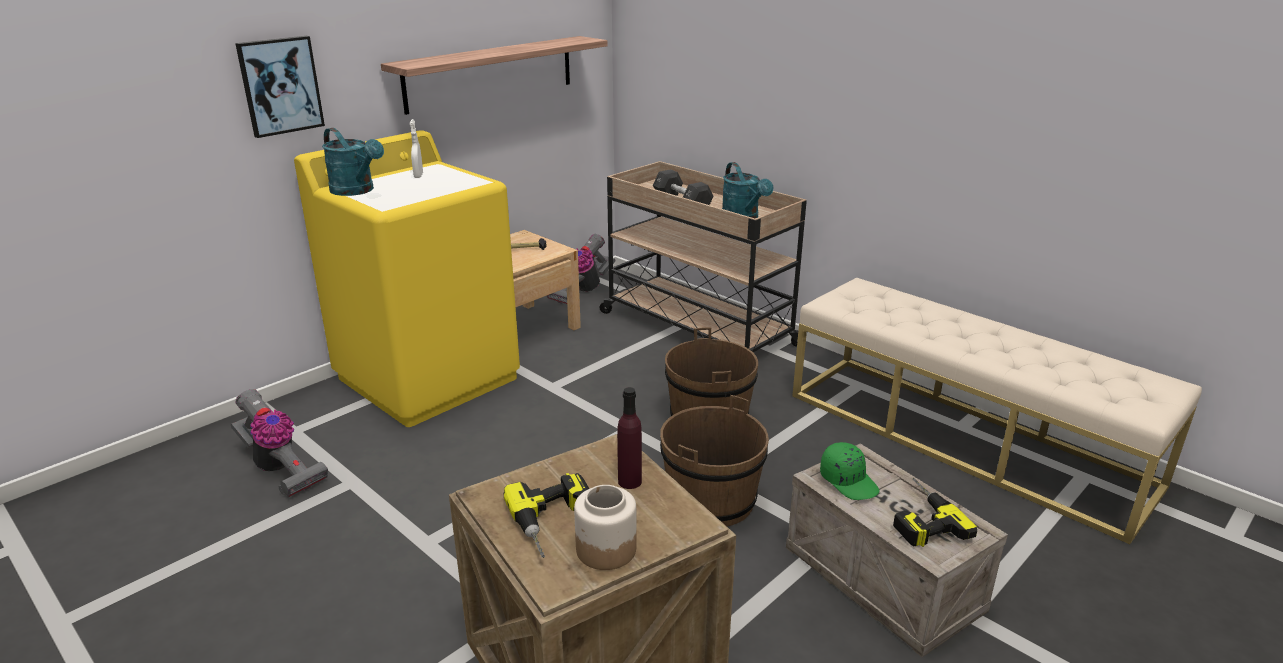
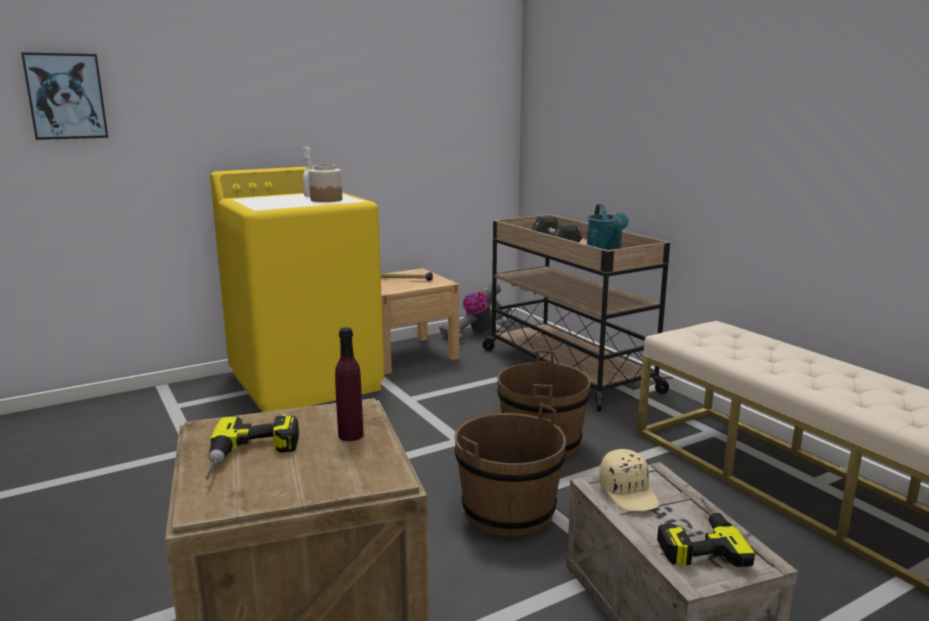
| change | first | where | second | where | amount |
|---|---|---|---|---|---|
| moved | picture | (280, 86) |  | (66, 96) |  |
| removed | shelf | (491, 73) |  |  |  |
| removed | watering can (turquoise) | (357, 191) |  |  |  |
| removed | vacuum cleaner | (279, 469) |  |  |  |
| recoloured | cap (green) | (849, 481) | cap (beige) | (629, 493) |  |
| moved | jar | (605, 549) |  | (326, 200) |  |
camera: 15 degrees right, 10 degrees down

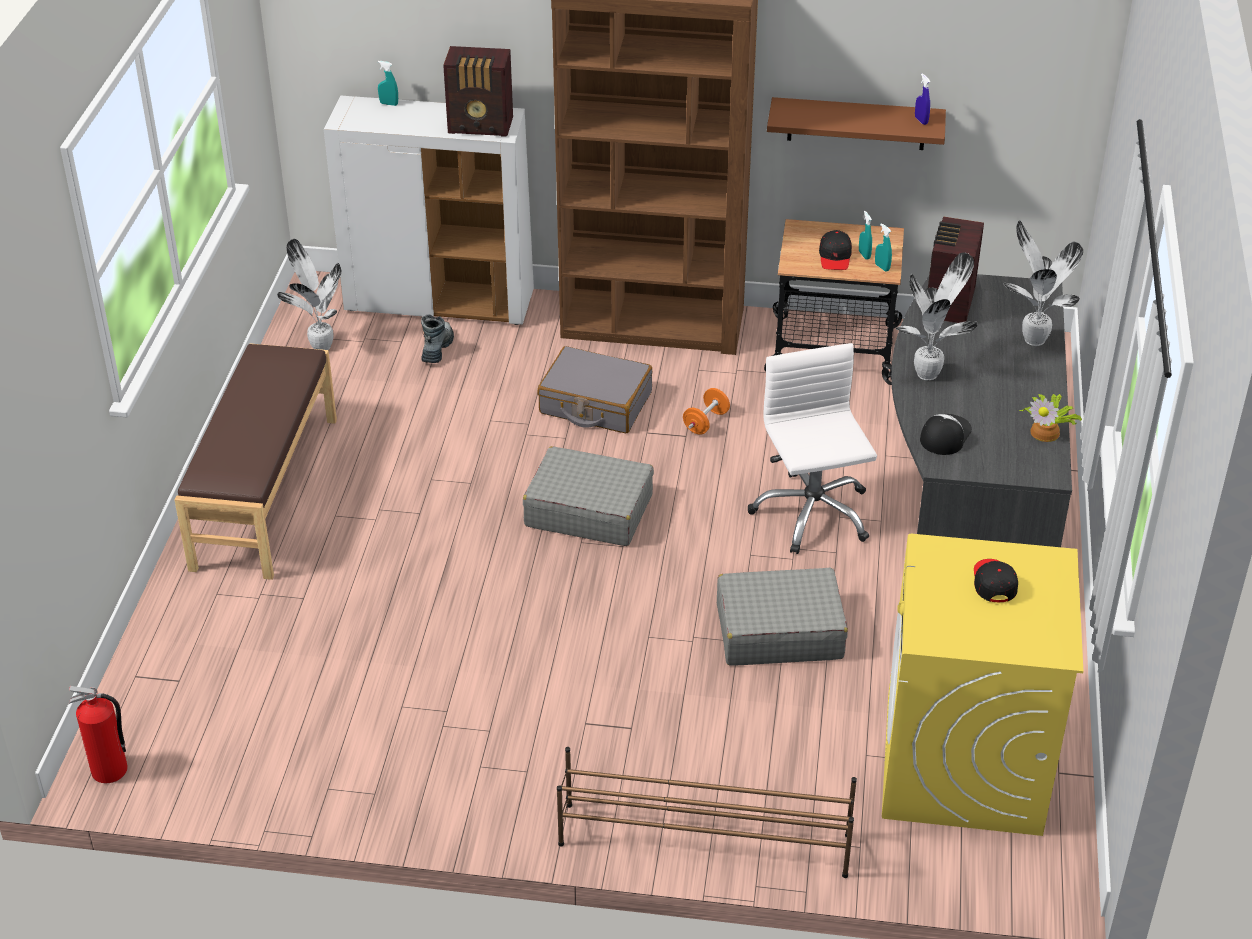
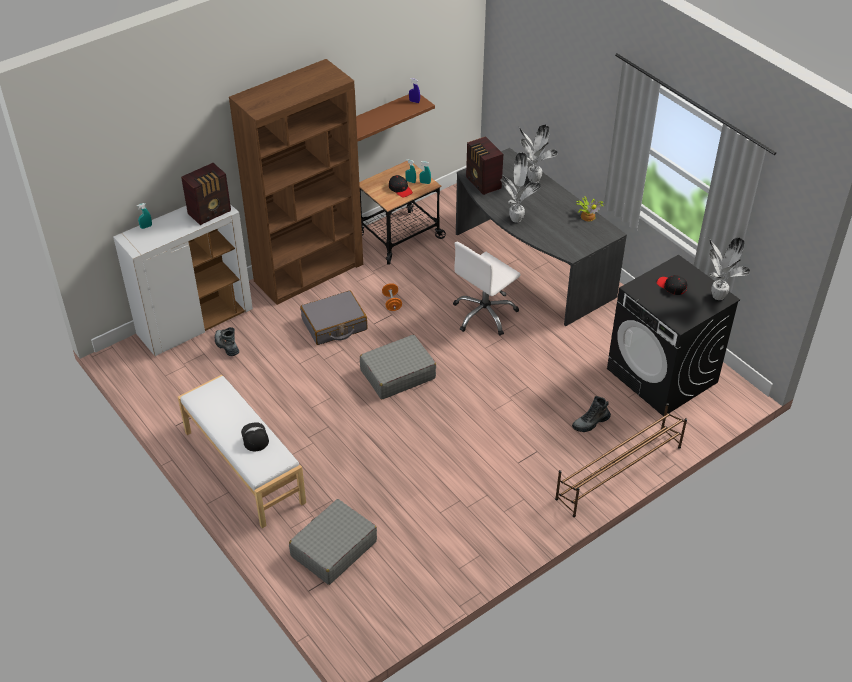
| change | first | where | second | where | amount |
|---|---|---|---|---|---|
| moved | potted plant | (320, 346) |  | (716, 296) |  |
| recoloured | bench (brown) | (264, 492) | bench (white) | (243, 467) |  |
| turned | office chair (white) | (811, 513) |  | (484, 314) | 75 degrees counterclockwise |
| moved | cap | (944, 435) |  | (254, 437) |  |
| recoloured | washing machine (yellow) | (963, 765) | washing machine (black) | (662, 376) |  |
| moved | suitcase (grey) | (778, 631) |  | (333, 549) |  |
| removed | fire extinguisher | (110, 771) |  |  |  |
| added |  |  | boot | (591, 423) |  |
camera: 45 degrees left, 5 degrees up

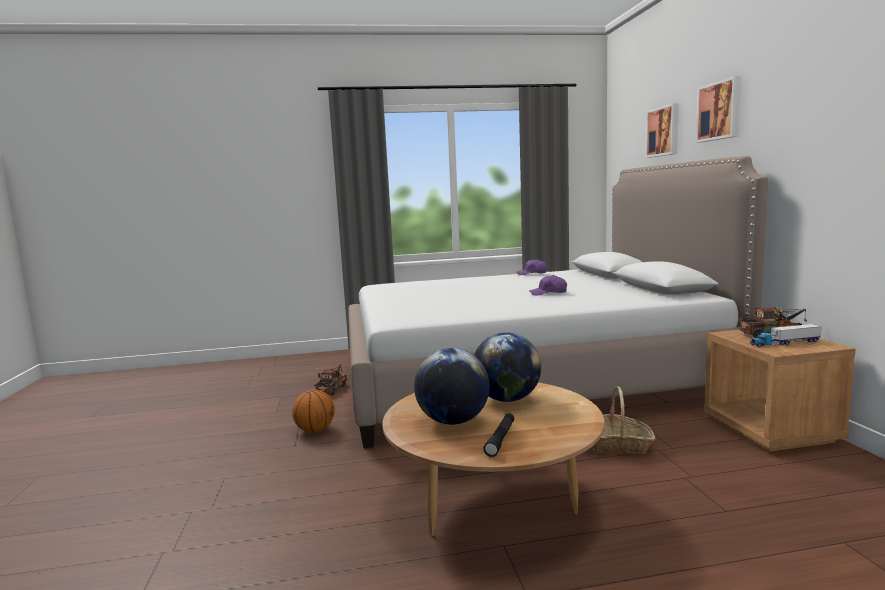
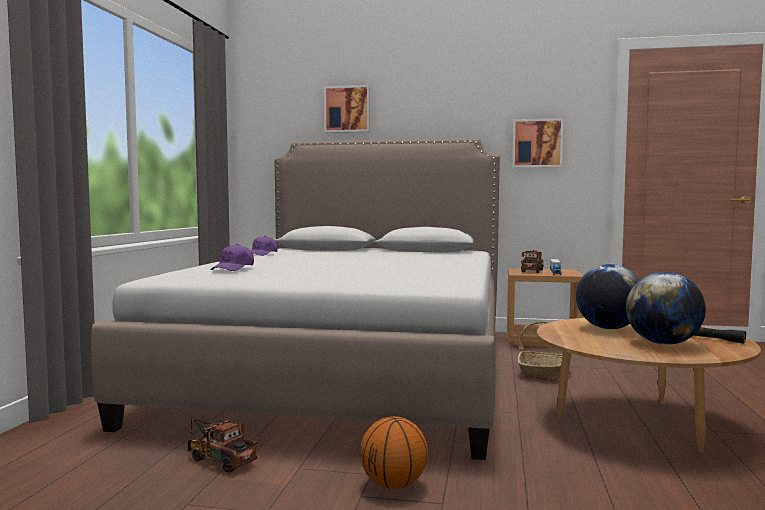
| change | first | where | second | where | amount |
|---|---|---|---|---|---|
| moved | picture | (720, 111) |  | (537, 143) |  |
| moved | cap (purple) | (548, 293) |  | (233, 268) |  |
camera: 70 degrees left, 5 degrees down

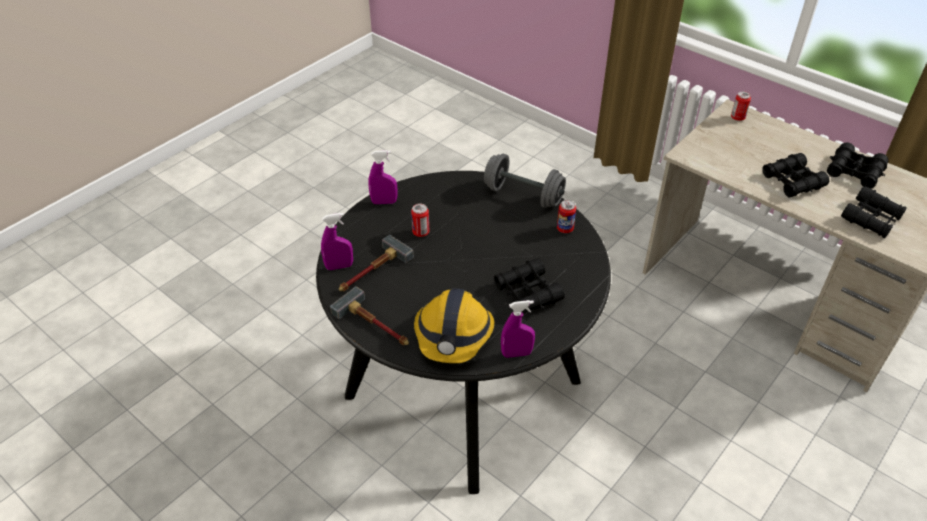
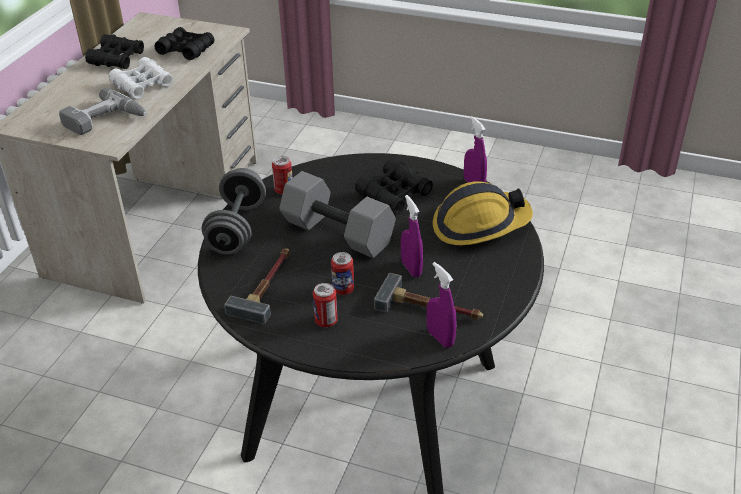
| change | first | where | second | where | amount |
|---|---|---|---|---|---|
| moved | can | (737, 118) |  | (326, 321) |  |
| moved | spray bottle (purple) | (384, 202) |  | (411, 268) |  |
| recoloured | binoculars (black) | (792, 181) | binoculars (white) | (142, 85) |  |
| moved | hammer | (375, 325) |  | (267, 286) |  |
| added |  |  | power drill | (106, 121) |  |
| added |  |  | dumbbell (grey) | (339, 232) |  |
camera: 110 degrees left, 5 degrees down

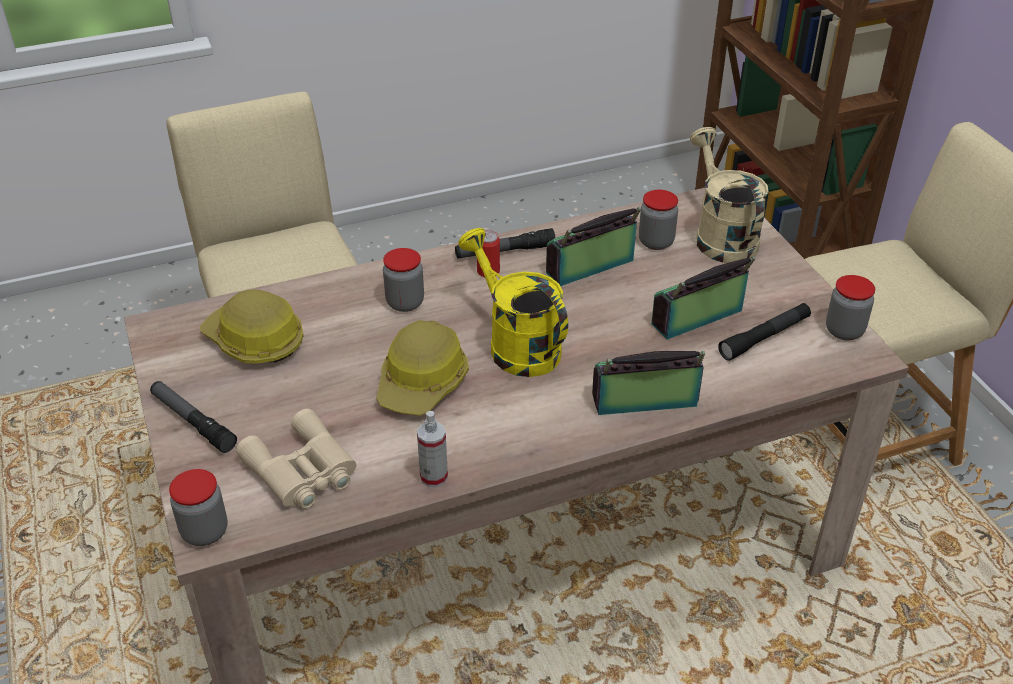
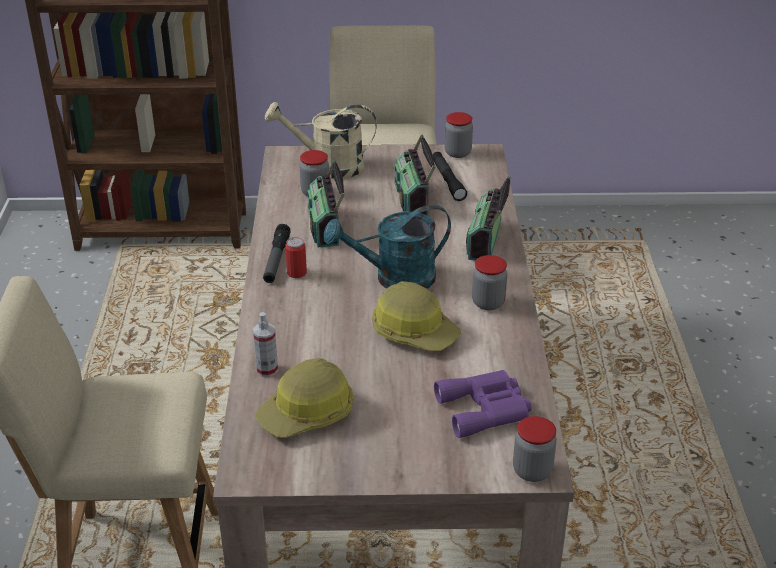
| change | first | where | second | where | amount |
|---|---|---|---|---|---|
| recoloured | watering can (yellow) | (516, 344) | watering can (turquoise) | (394, 279) |  |
| moved | jar | (405, 302) |  | (488, 303) |  |
| removed | flashlight | (193, 422) |  |  |  |
| recoloured | binoculars (beige) | (302, 471) | binoculars (purple) | (486, 409) |  |
| moved | spray bottle | (433, 477) |  | (267, 369) |  |
camera: 70 degrees left, 5 degrees down

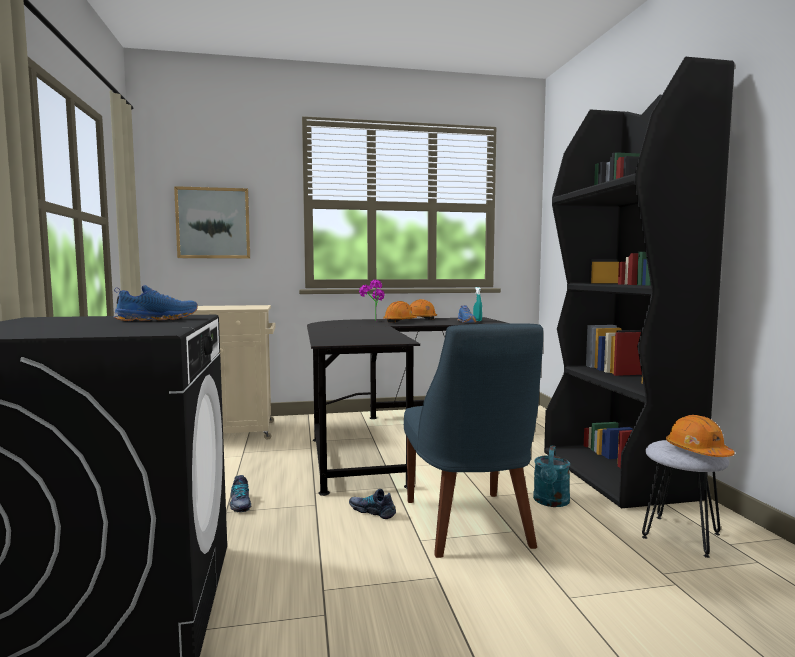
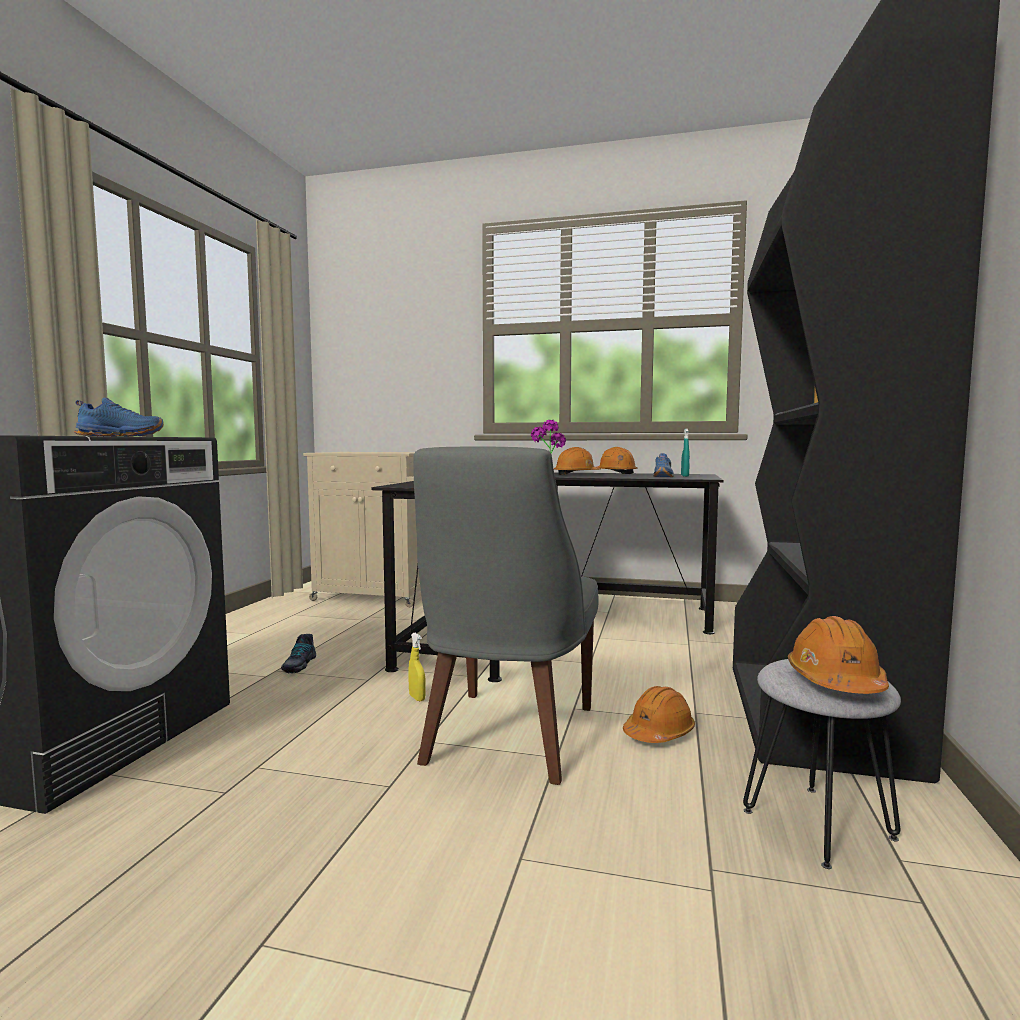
| change | first | where | second | where | amount |
|---|---|---|---|---|---|
| removed | picture | (213, 223) |  |  |  |
| recoloured | chair (blue) | (469, 526) | chair (grey) | (507, 738) |  |
| replaced | watering can (turquoise) | (551, 502) | hard hat (orange) | (658, 733) |  |
| replaced | shoe | (372, 511) | spray bottle (yellow) | (417, 698) |  |
camera: 25 degrees right, 0 degrees up

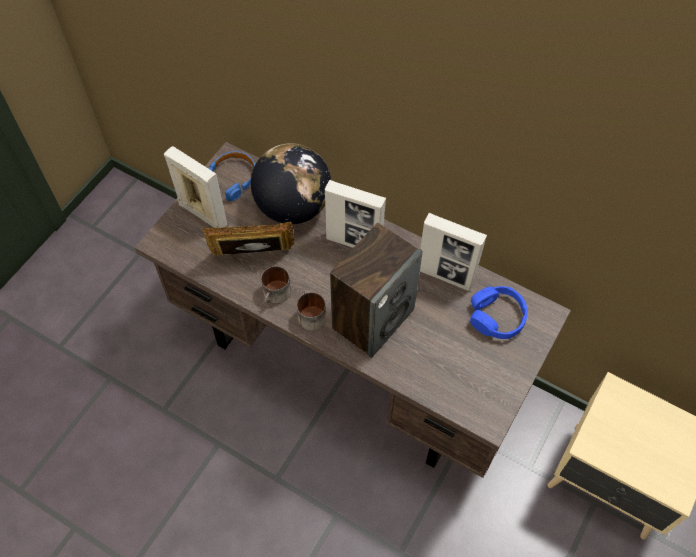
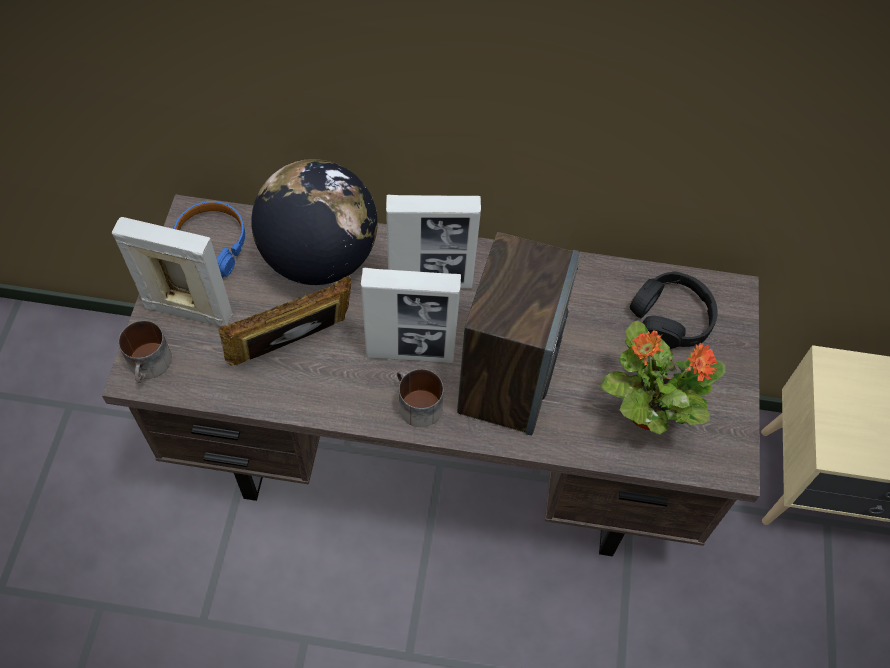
| change | first | where | second | where | amount |
|---|---|---|---|---|---|
| moved | picture frame | (445, 276) |  | (410, 352) |  |
| moved | mug | (276, 295) |  | (150, 365) |  |
| recoloured | headphones (blue) | (497, 317) | headphones (black) | (671, 318) |  |
| added |  |  | potted plant | (646, 412) |  |
camera: 25 degrees left, 0 degrees up

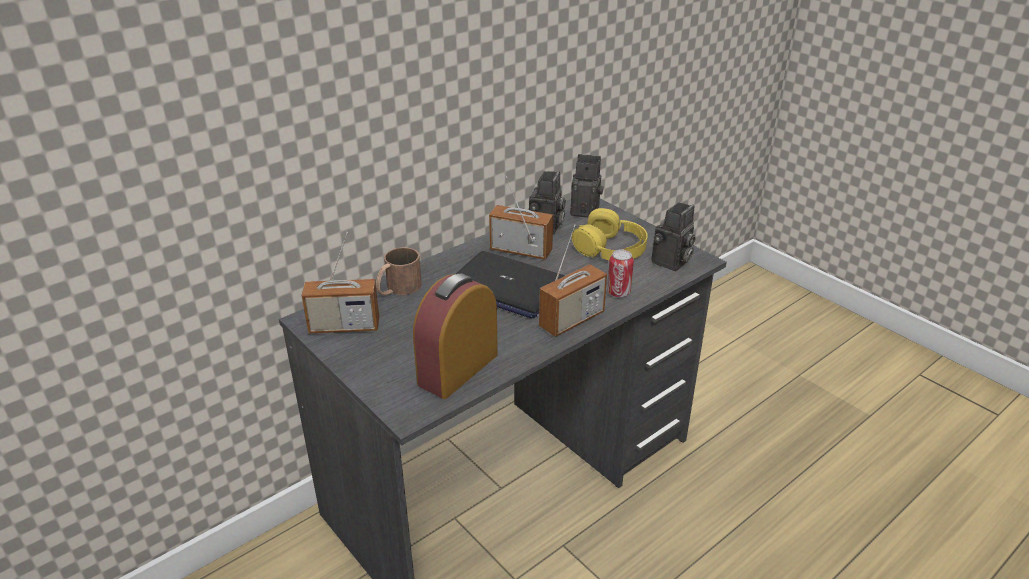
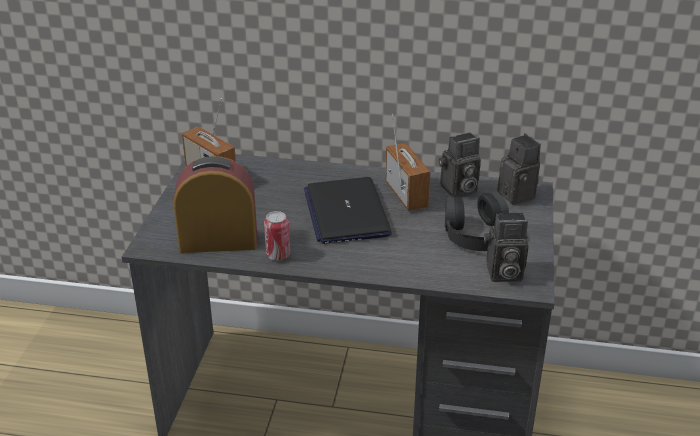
| change | first | where | second | where | amount |
|---|---|---|---|---|---|
| recoloured | headphones (yellow) | (611, 247) | headphones (black) | (477, 233) |  |
| removed | radio | (572, 320) |  |  |  |
| removed | mug (brown) | (397, 289) |  |  |  |
| moved | can | (618, 292) |  | (278, 255) |  |
camera: 50 degrees right, 0 degrees up

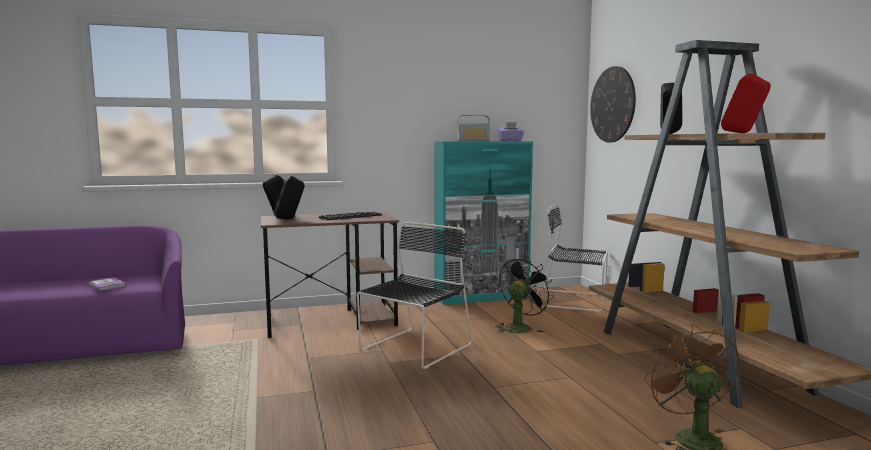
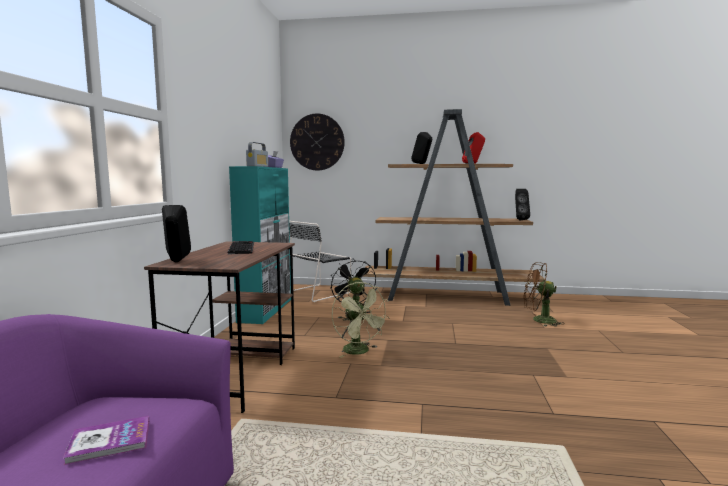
| change | first | where | second | where | amount |
|---|---|---|---|---|---|
| moved | speaker (black) | (289, 219) |  | (519, 220) |  |
| replaced | chair (black) | (414, 349) | fan (green) | (360, 352) |  |
camera: 65 degrees left, 0 degrees up

